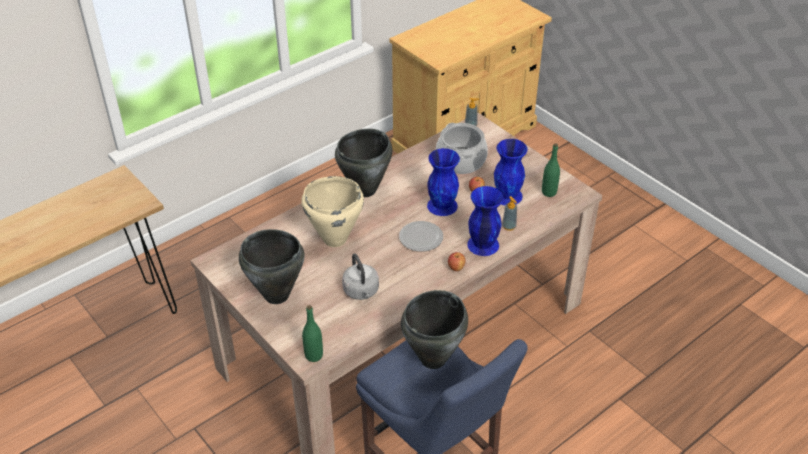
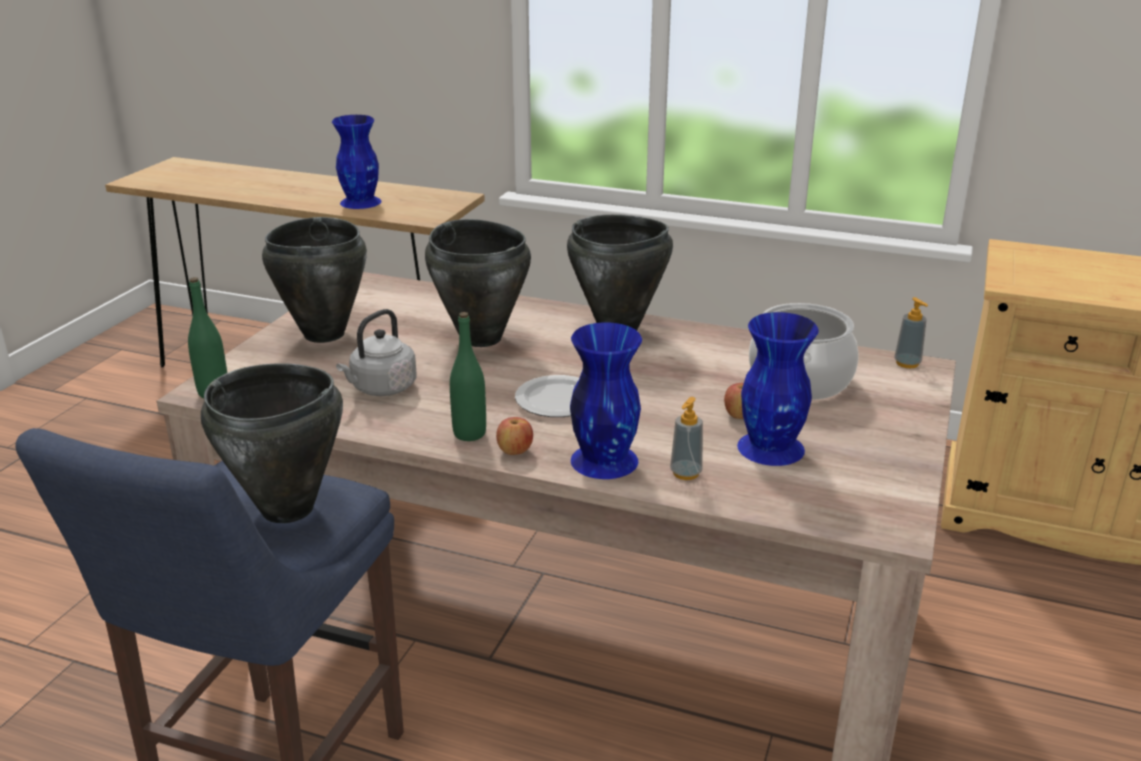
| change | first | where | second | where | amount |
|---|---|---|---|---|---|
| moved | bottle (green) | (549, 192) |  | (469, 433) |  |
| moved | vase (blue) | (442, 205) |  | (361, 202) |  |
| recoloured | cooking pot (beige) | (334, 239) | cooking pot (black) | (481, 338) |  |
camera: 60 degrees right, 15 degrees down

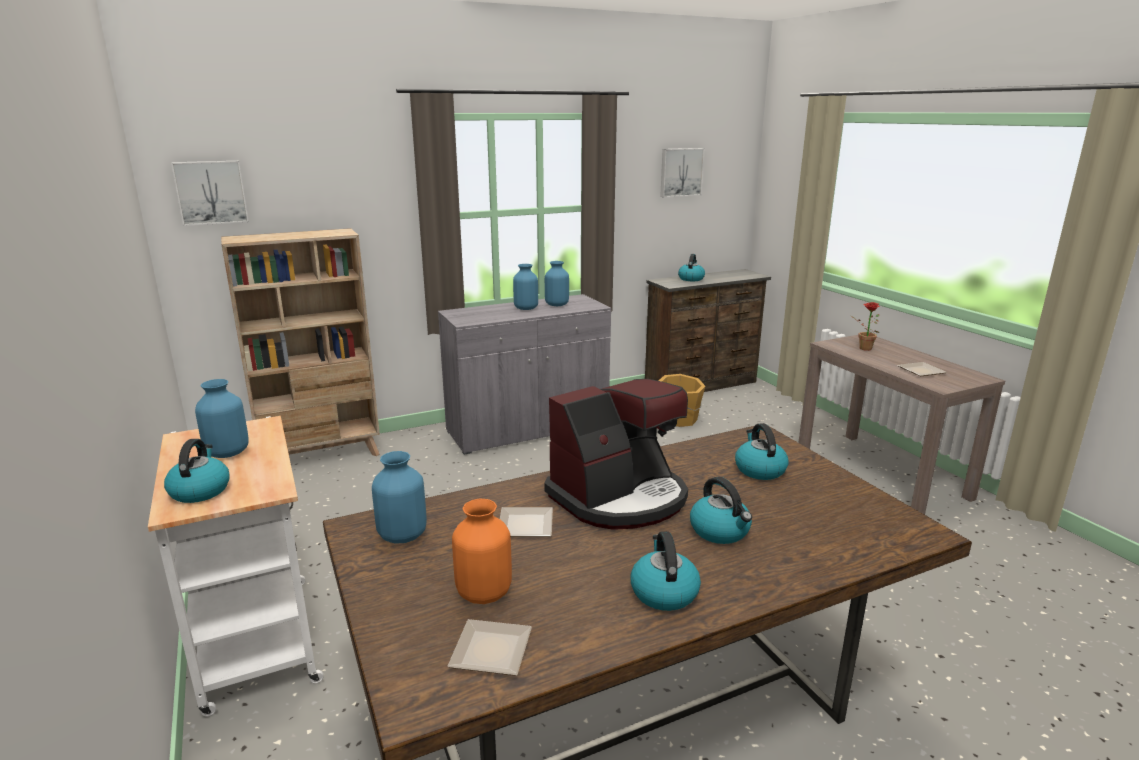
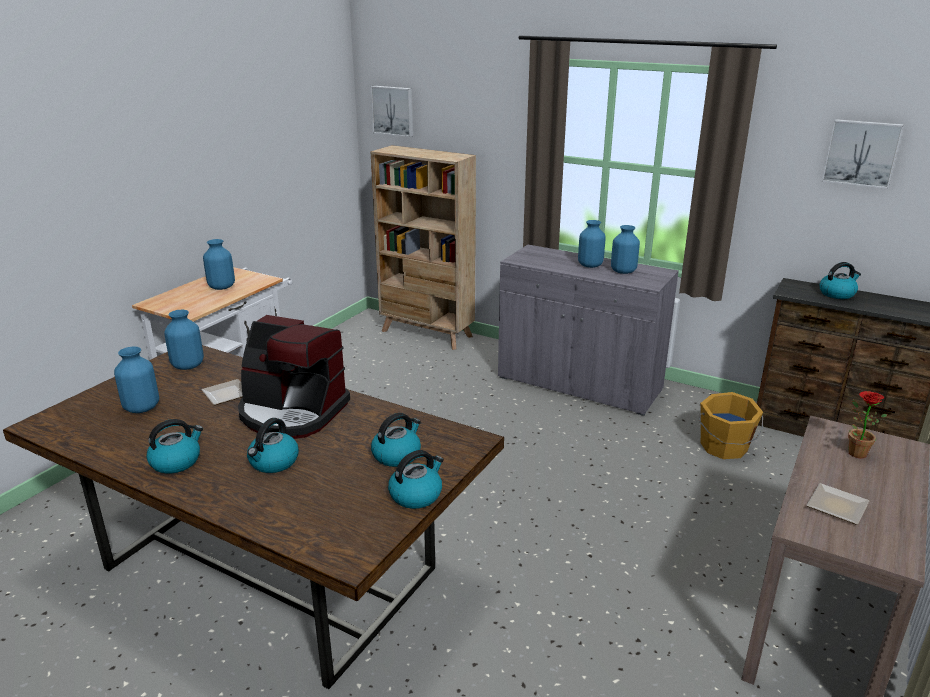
| change | first | where | second | where | amount |
|---|---|---|---|---|---|
| moved | kettle | (200, 490) |  | (416, 495) |  |
| recoloured | vase (orange) | (483, 592) | vase (blue) | (142, 407) |  |
| removed | plate | (493, 653) |  |  |  |
camera: 55 degrees right, 5 degrees up

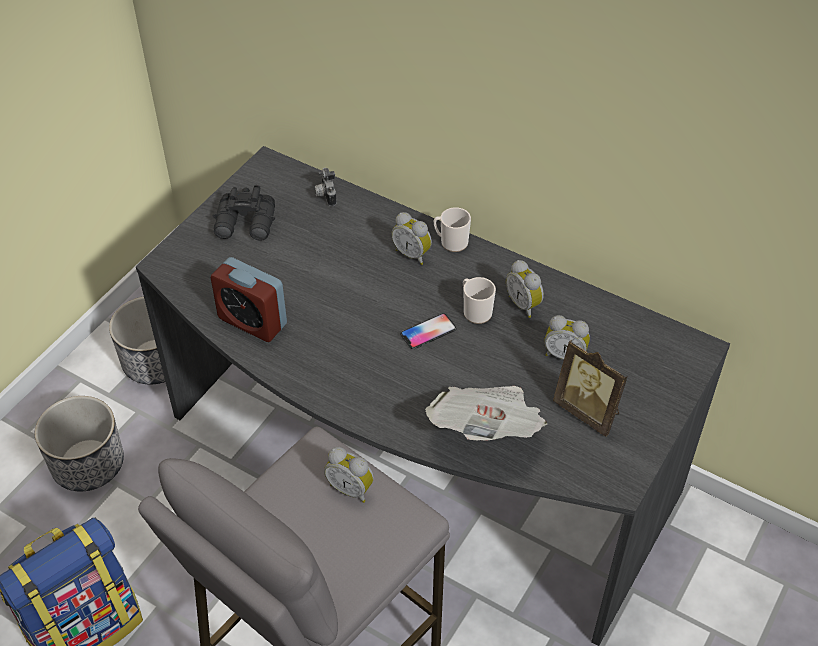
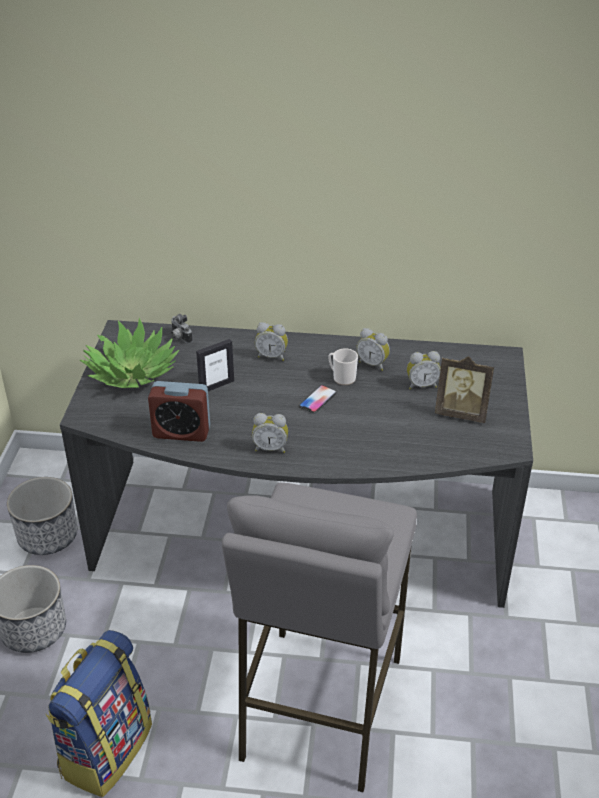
| change | first | where | second | where | amount |
|---|---|---|---|---|---|
| replaced | binoculars (black) | (246, 225) | potted plant | (131, 373) |  |
| removed | mug | (451, 242) |  |  |  |
| removed | newspaper | (487, 430) |  |  |  |
| moved | alarm clock | (351, 488) |  | (270, 448) |  |
| added |  |  | picture frame | (216, 386) |  |
camera: 25 degrees left, 10 degrees down

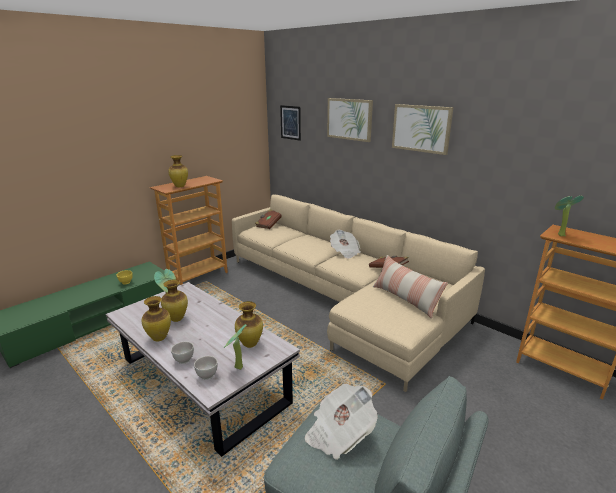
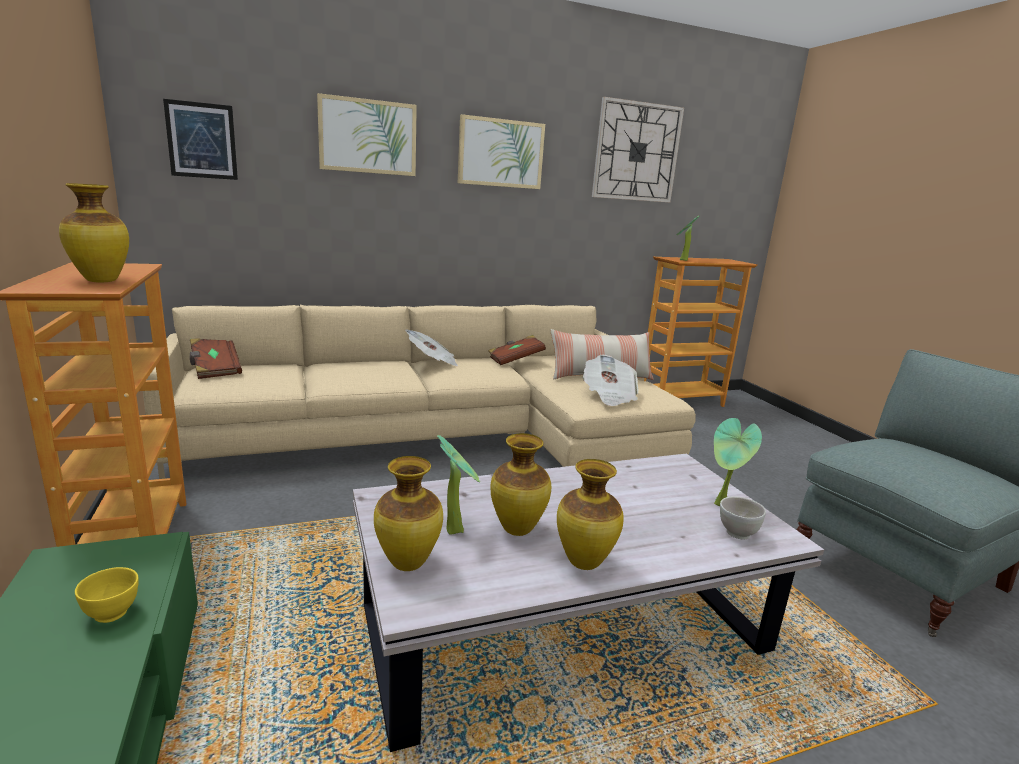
| change | first | where | second | where | amount |
|---|---|---|---|---|---|
| moved | vase | (250, 344) |  | (409, 563) |  |
| removed | bowl (white) | (184, 360) |  |  |  |
| moved | newspaper | (339, 433) |  | (609, 396) |  |
| added |  |  | wall clock | (636, 152) |  |
camera: 65 degrees left, 5 degrees down

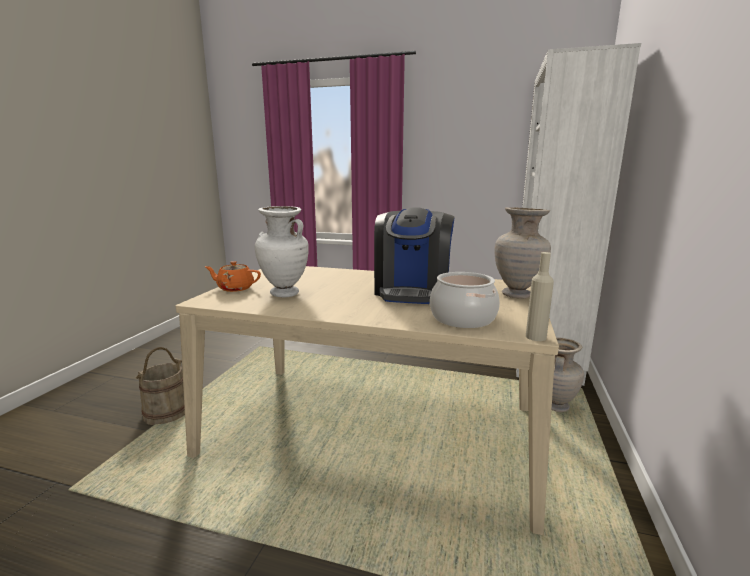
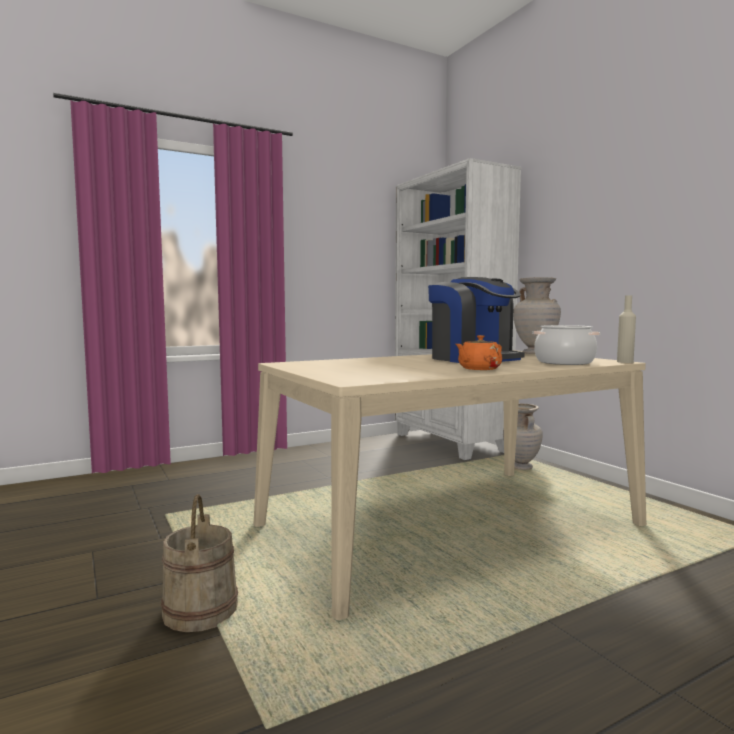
| change | first | where | second | where | amount |
|---|---|---|---|---|---|
| removed | vase (white) | (284, 294) |  |  |  |
| moved | teapot (orange) | (235, 288) |  | (478, 369) |  |
camera: 45 degrees left, 10 degrees down

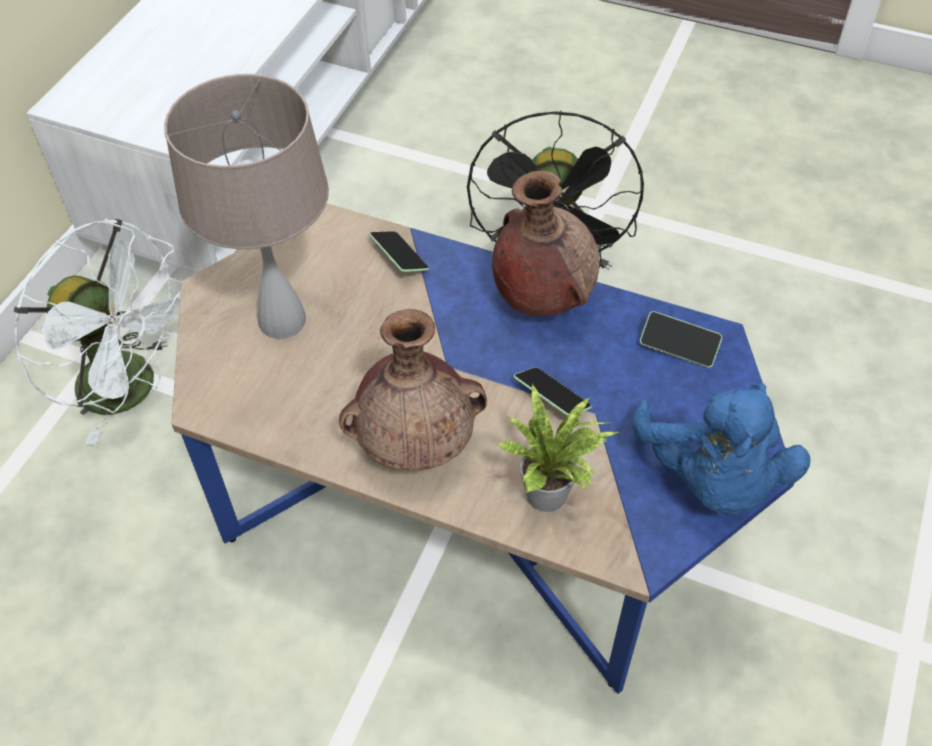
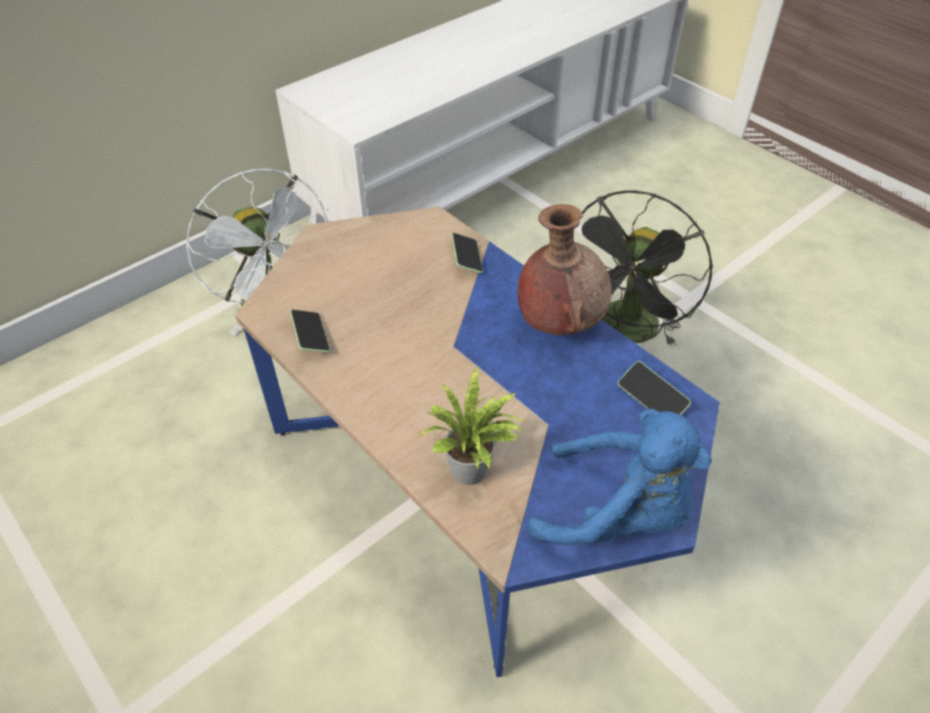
| change | first | where | second | where | amount |
|---|---|---|---|---|---|
| removed | table lamp (beige) | (281, 320) |  |  |  |
| removed | vase (brown) | (418, 445) |  |  |  |
| moved | phone | (551, 398) |  | (311, 337) |  |
| turned | plush toy (blue) | (711, 478) |  | (616, 514) | 90 degrees counterclockwise |
camera: 25 degrees right, 5 degrees down

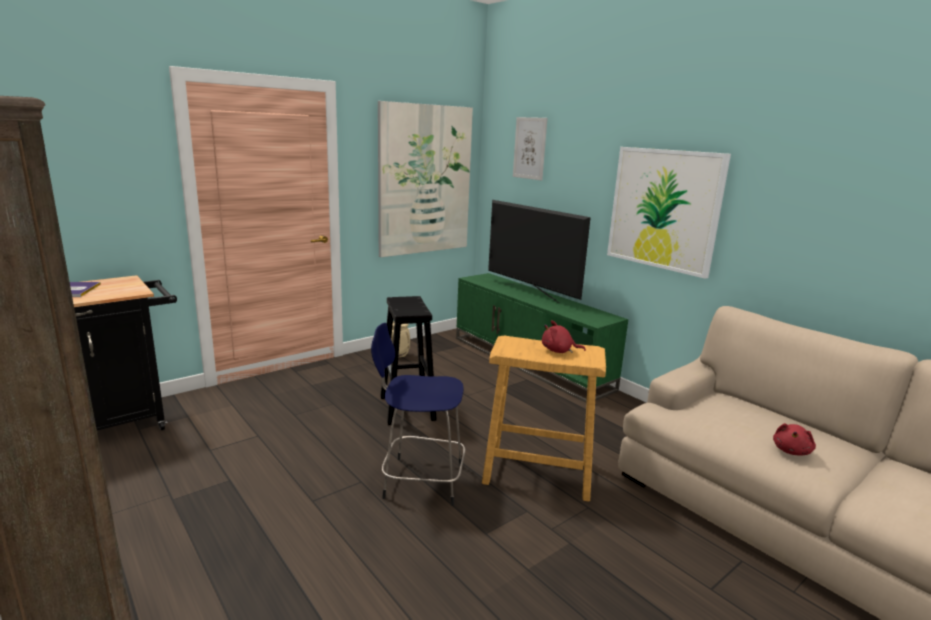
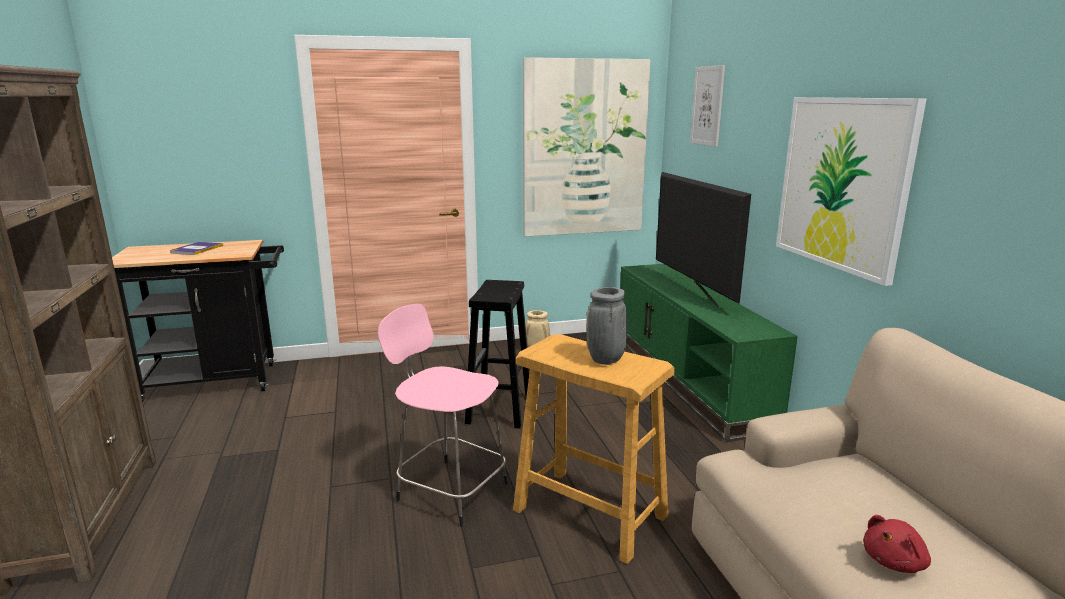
| change | first | where | second | where | amount |
|---|---|---|---|---|---|
| replaced | plush toy (red) | (559, 351) | vase (grey) | (606, 361) |  |
| recoloured | stool (blue) | (420, 480) | stool (pink) | (449, 490) |  |
camera: 25 degrees right, 0 degrees up

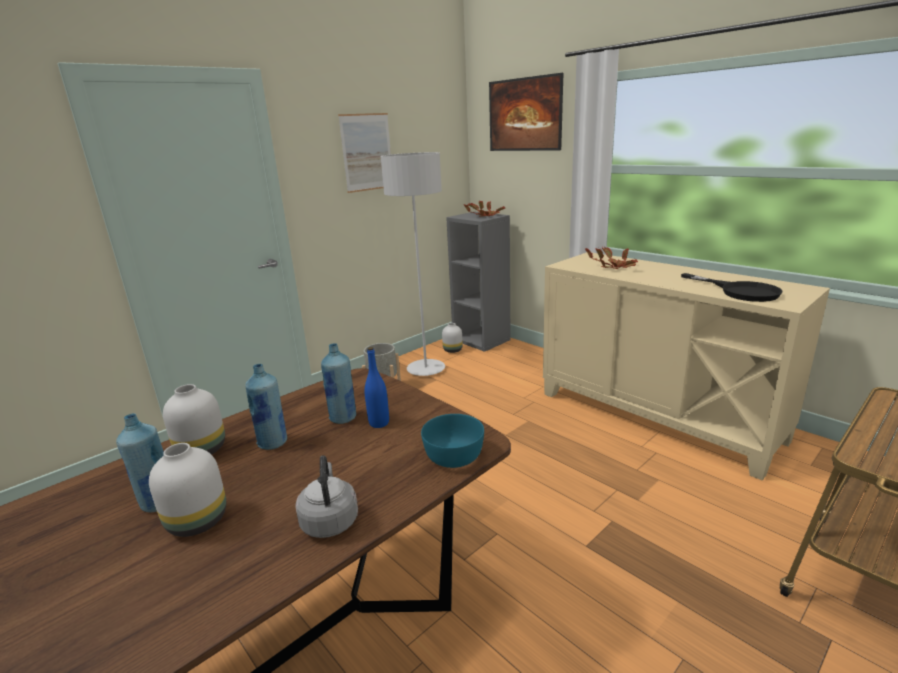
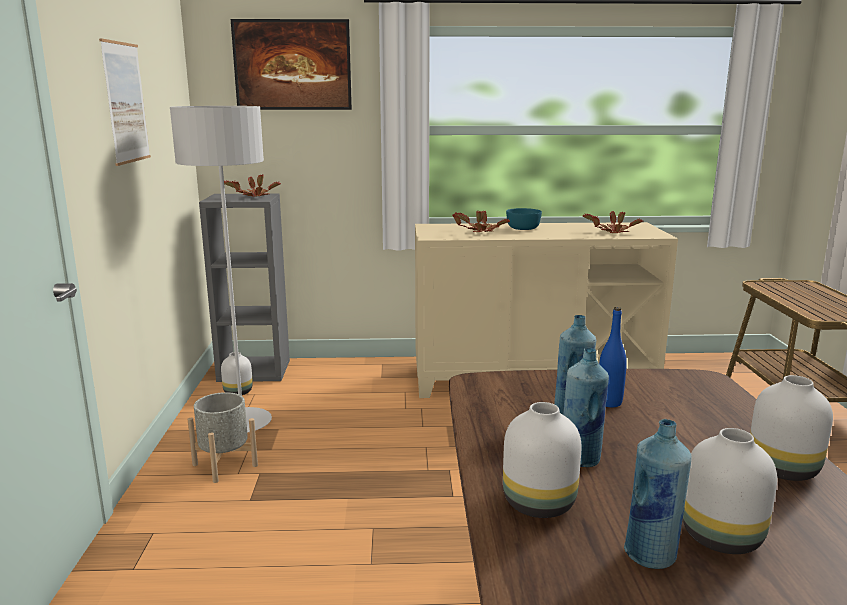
| change | first | where | second | where | amount |
|---|---|---|---|---|---|
| replaced | frying pan (black) | (740, 291) | potted plant | (612, 232) |  |
| moved | bowl (turquoise) | (453, 456) |  | (523, 228) |  |
| replaced | kettle (grey) | (330, 520) | vase (white) | (781, 469) |  |
camera: 50 degrees left, 5 degrees down

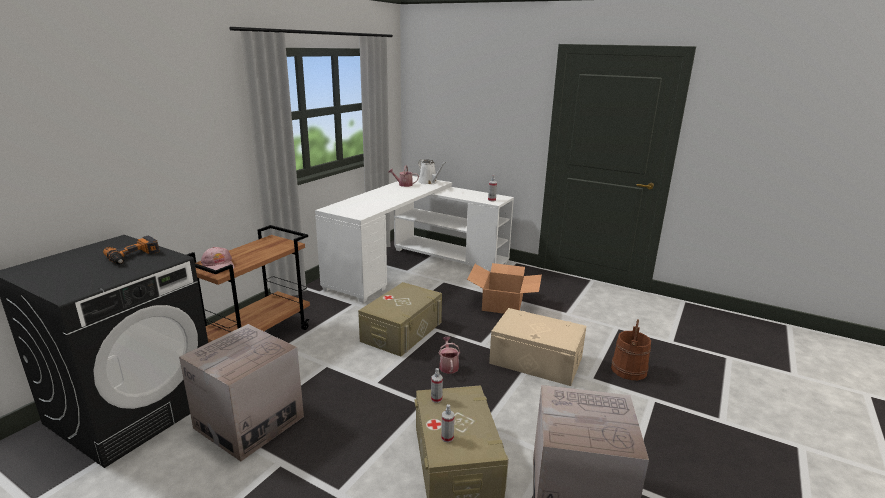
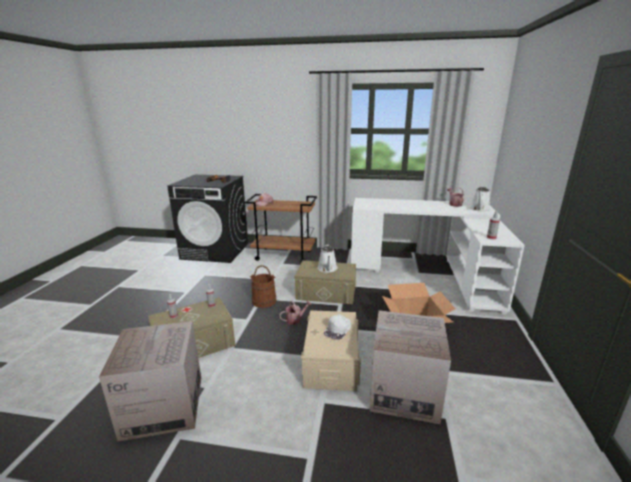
| change | first | where | second | where | amount |
|---|---|---|---|---|---|
| moved | bucket (brown) | (628, 369) |  | (264, 301) |  |
| moved | cardboard box | (249, 422) |  | (404, 391) |  |
| added |  |  | watering can (white) | (327, 269) |  |
| added |  |  | cap (white) | (338, 329) |  |
camera: 70 degrees right, 0 degrees up

